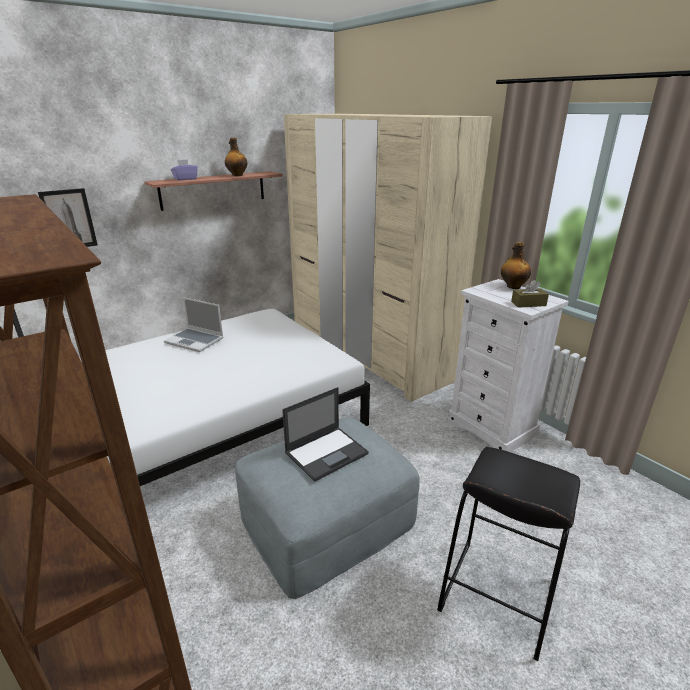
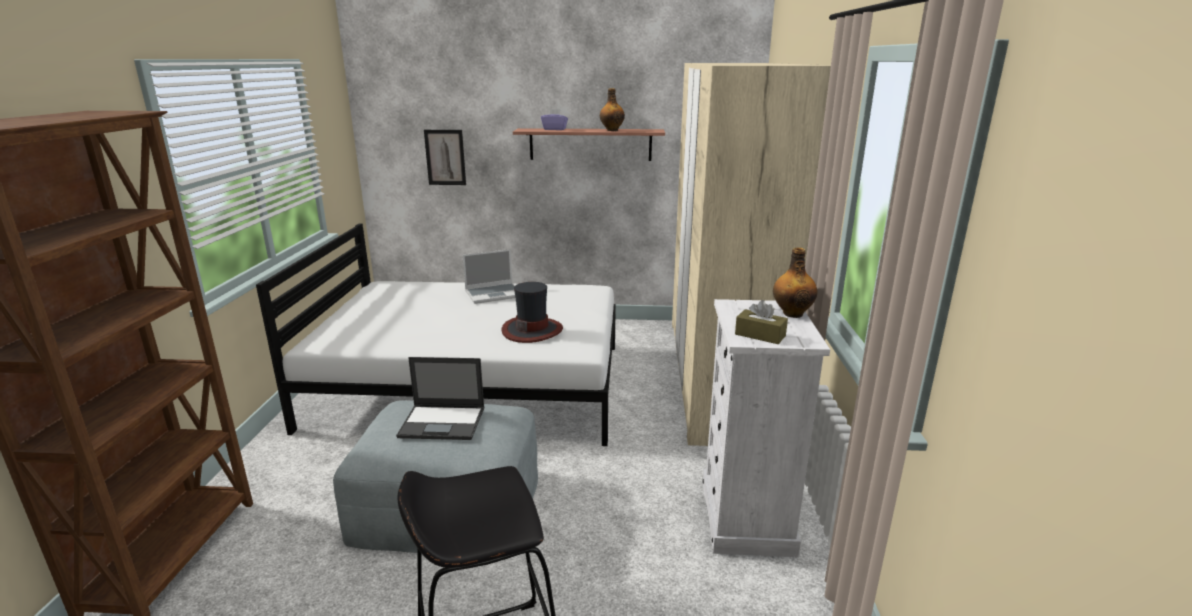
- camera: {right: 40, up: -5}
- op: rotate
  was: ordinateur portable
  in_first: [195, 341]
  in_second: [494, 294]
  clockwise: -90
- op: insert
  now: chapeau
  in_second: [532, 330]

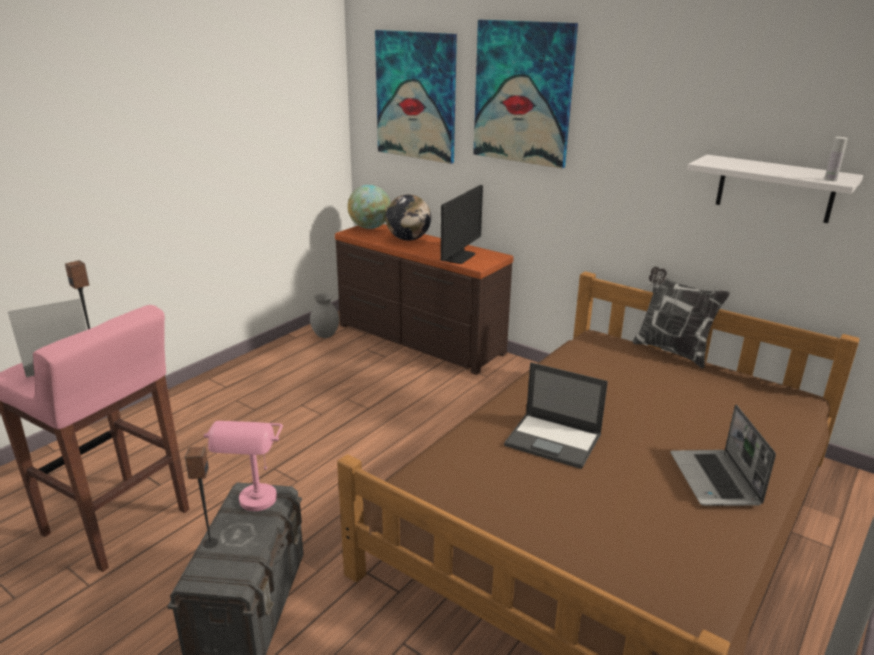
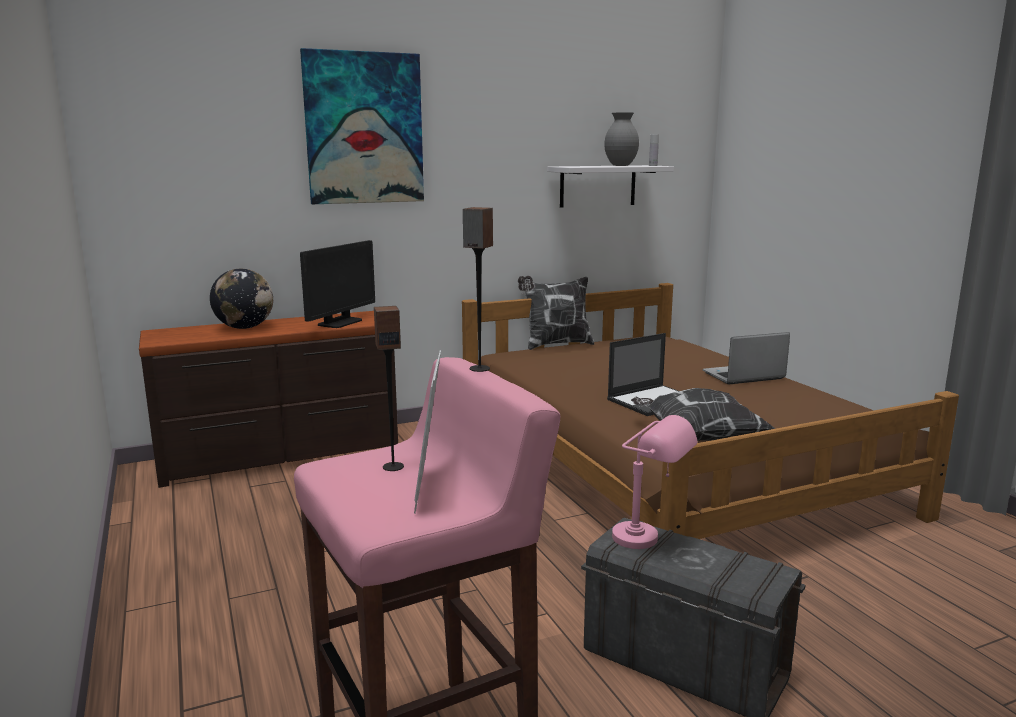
- camera: {right: -60, up: -10}
- op: move
  was: enceinte
  in_first: [210, 543]
  in_second: [479, 369]
- op: move
  was: vase [gris]
  in_first: [326, 335]
  in_second: [620, 166]
- op: delete
  was: globe
  in_first: [370, 227]
- op: delete
  was: tableau
  in_first: [416, 96]
- op: rotate
  was: écran d'ordinateur
  in_first: [458, 257]
  in_second: [340, 322]
  clockwise: 60
- op: rotate
  was: ordinateur portable
  in_first: [715, 480]
  in_second: [743, 376]
  clockwise: 135
- op: insert
  now: coussin
  in_second: [697, 437]

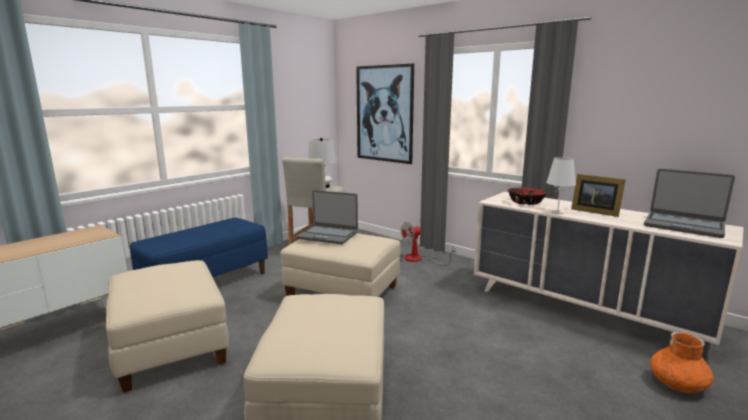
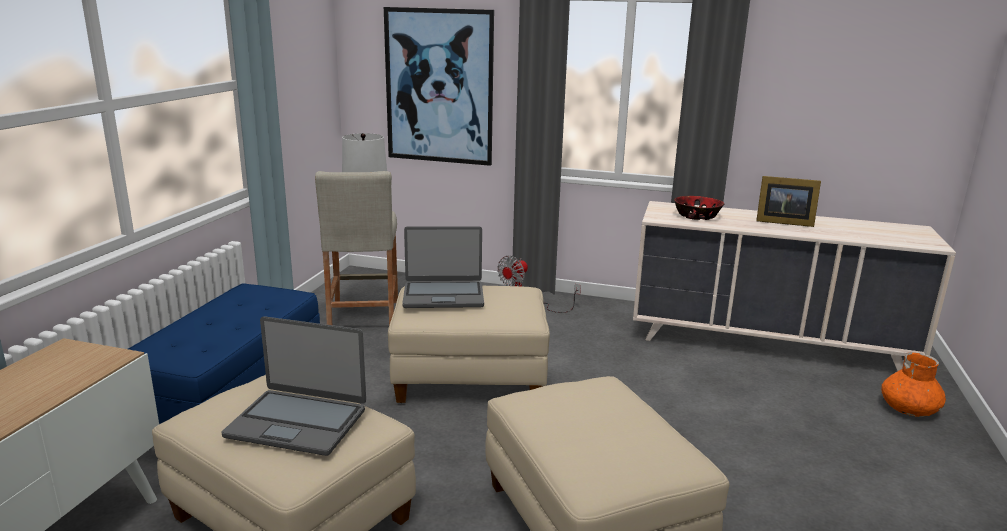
- camera: {right: -25, up: 5}
- op: delete
  was: lampe de table [blanc]
  in_first: [557, 212]
- op: move
  was: ordinateur portable
  in_first: [683, 226]
  in_second: [297, 422]

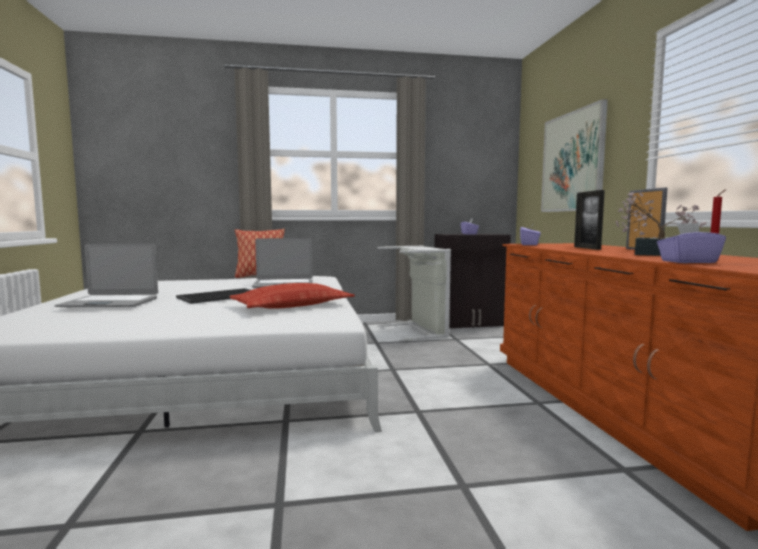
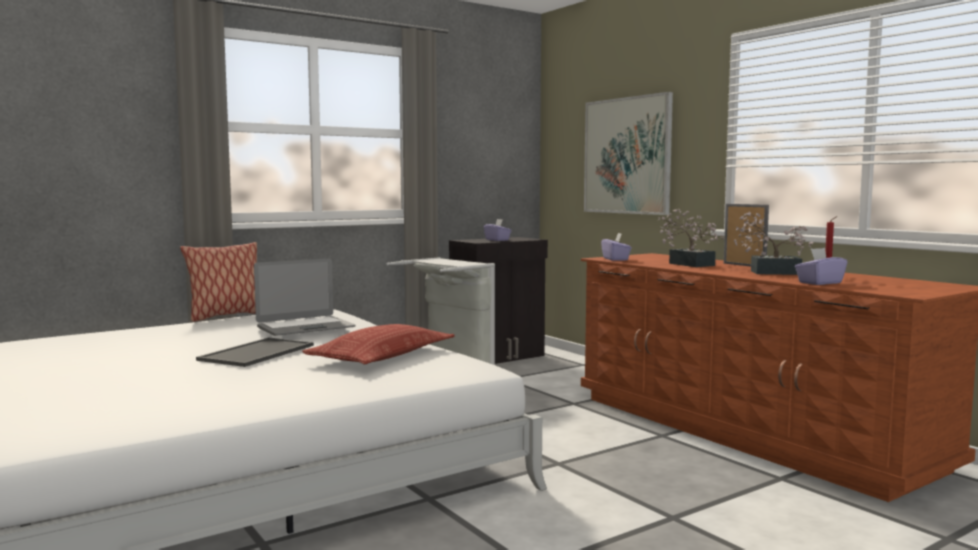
- camera: {right: -25, up: 0}
- op: delete
  was: ordinateur portable
  in_first: [110, 303]
- op: replace
  was: cadre photo
  now: plante en pot
  in_first: [587, 248]
  in_second: [688, 264]

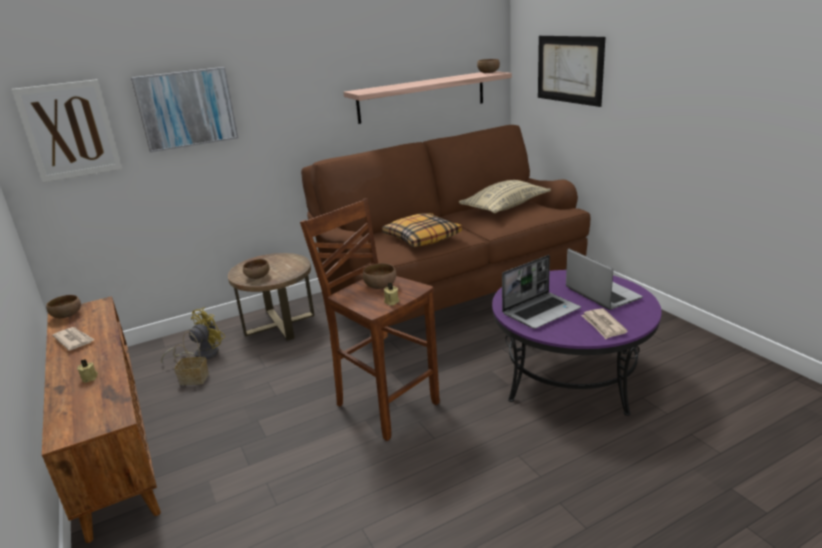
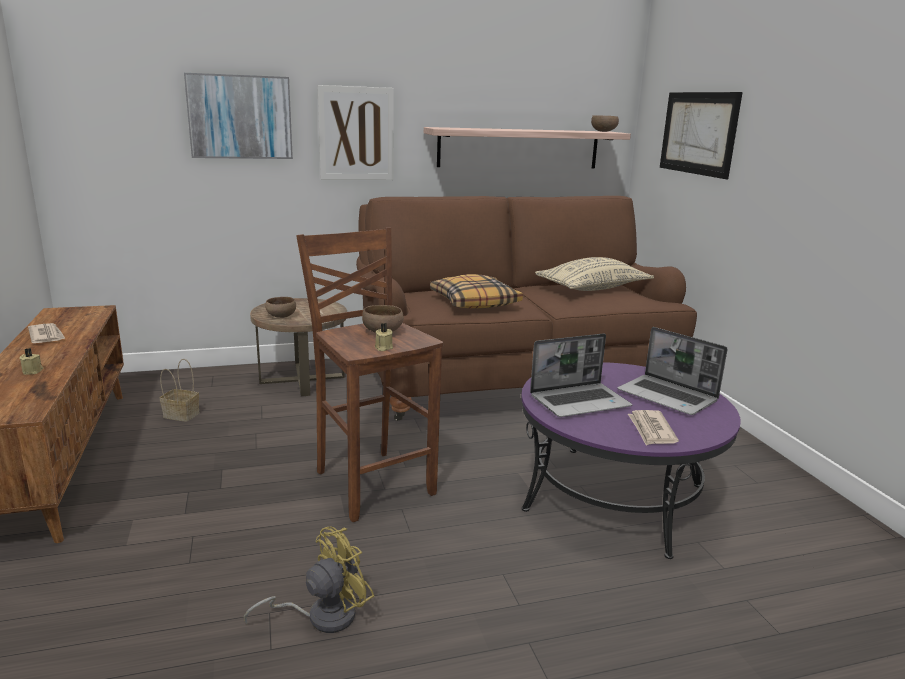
- camera: {right: 10, up: -5}
- op: move
  was: tableau
  in_first: [69, 130]
  in_second: [356, 134]
- op: delete
  was: bol [marron]
  in_first: [67, 315]
- op: move
  was: ventilateur [jaune]
  in_first: [201, 354]
  in_second: [321, 616]
- op: rotate
  was: ordinateur portable
  in_first: [601, 293]
  in_second: [668, 396]
  clockwise: 150

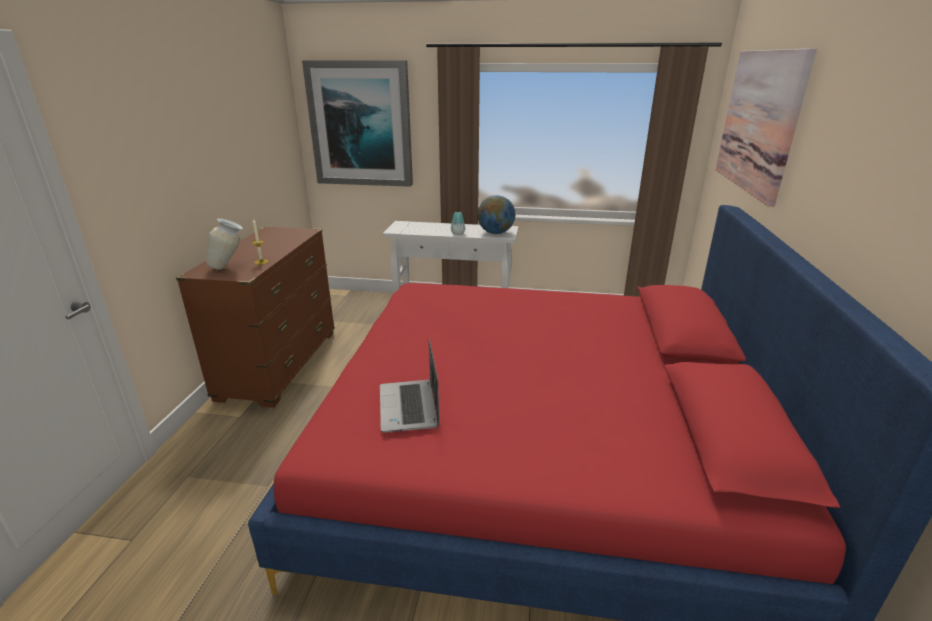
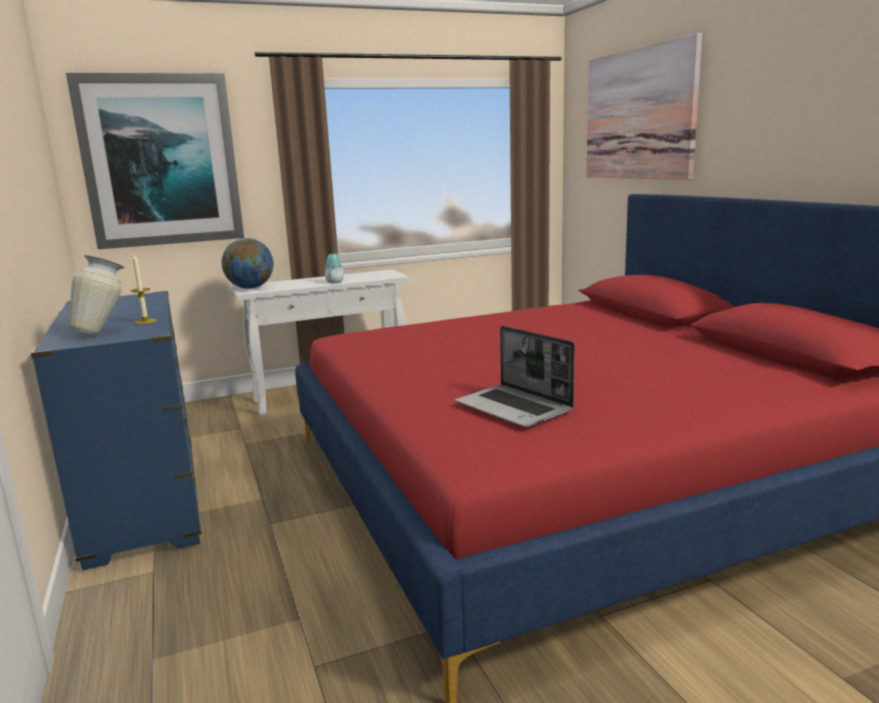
- camera: {right: -30, up: -10}
- op: recolor
  was: commode [marron]
  now: commode [bleu]
  in_first: [279, 364]
  in_second: [145, 502]
- op: move
  was: globe
  in_first: [495, 233]
  in_second: [250, 288]

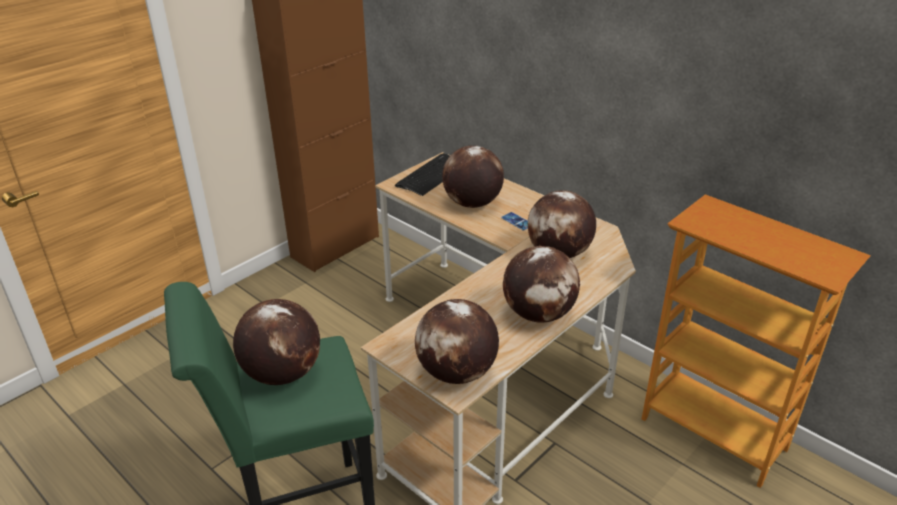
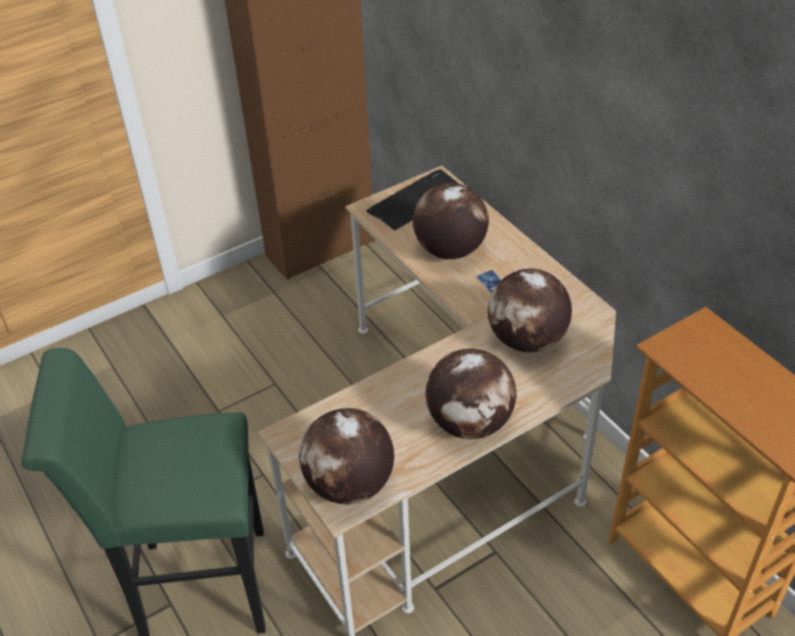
- camera: {right: 15, up: 10}
- op: delete
  was: globe
  in_first: [282, 373]

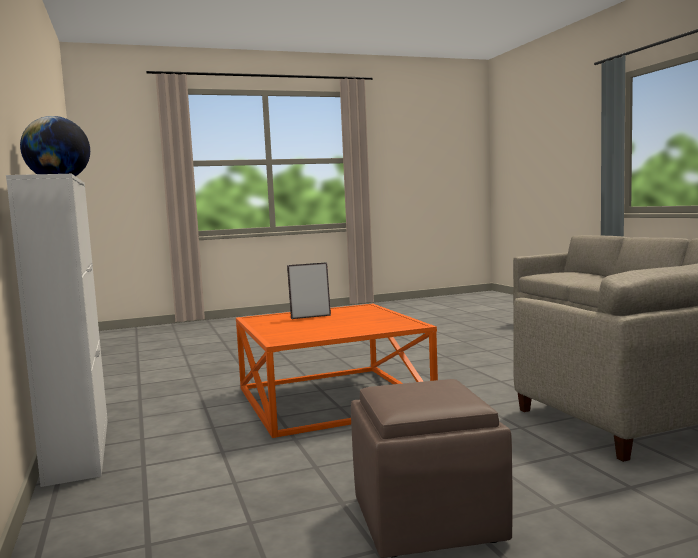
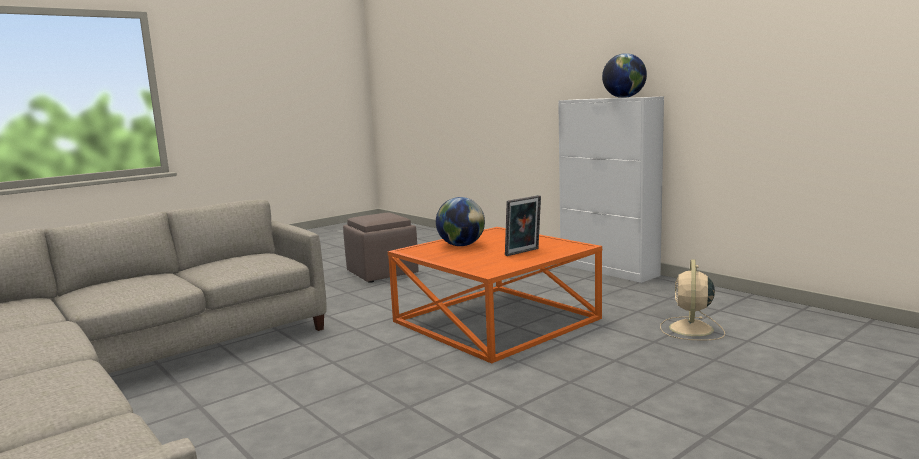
- camera: {right: 160, up: 5}
- op: insert
  now: globe
  in_second: [461, 245]
- op: insert
  now: ventilateur [beige]
  in_second: [691, 329]

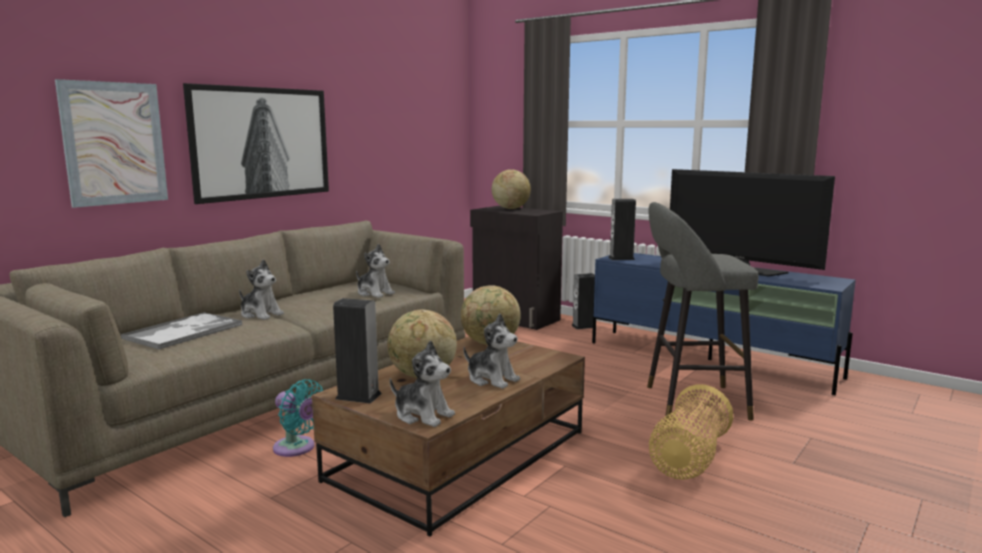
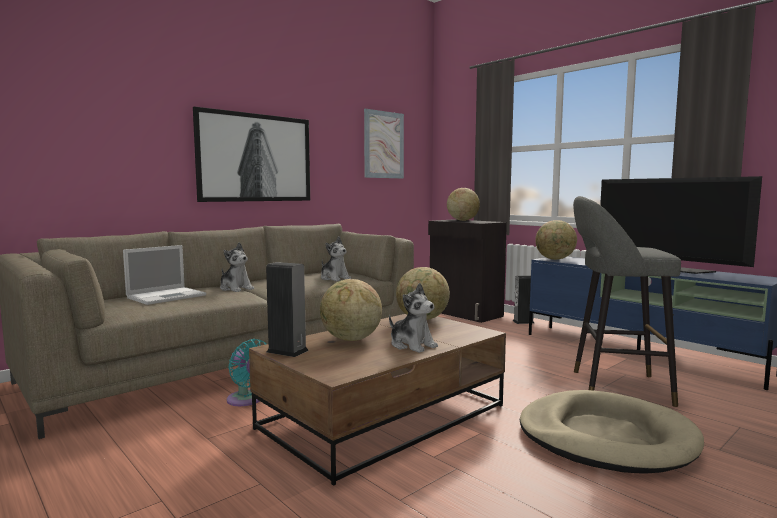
- camera: {right: 10, up: -5}
- op: move
  was: tableau
  in_first: [114, 143]
  in_second: [383, 145]
- op: replace
  was: plateau
  now: ordinateur portable
  in_first: [184, 331]
  in_second: [168, 296]
- op: delete
  was: peluche
  in_first: [423, 415]
- op: replace
  was: enceinte
  now: globe
  in_first: [621, 258]
  in_second: [555, 259]
- op: replace
  was: panier
  now: panier pour chien [beige]
  in_first: [688, 460]
  in_second: [605, 437]

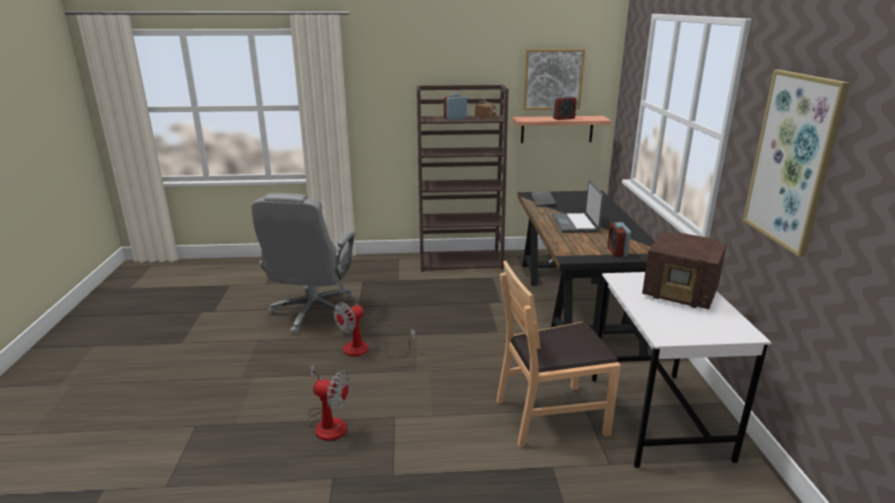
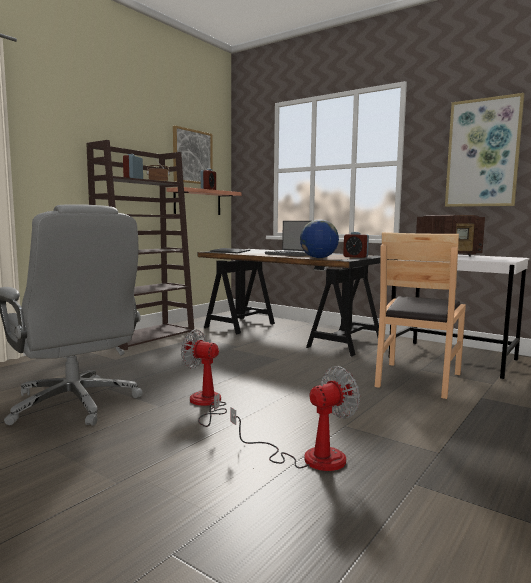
- camera: {right: -50, up: -15}
- op: rotate
  was: ventilateur
  in_first: [365, 350]
  in_second: [206, 404]
  clockwise: 120
- op: insert
  now: globe
  in_second: [318, 258]

